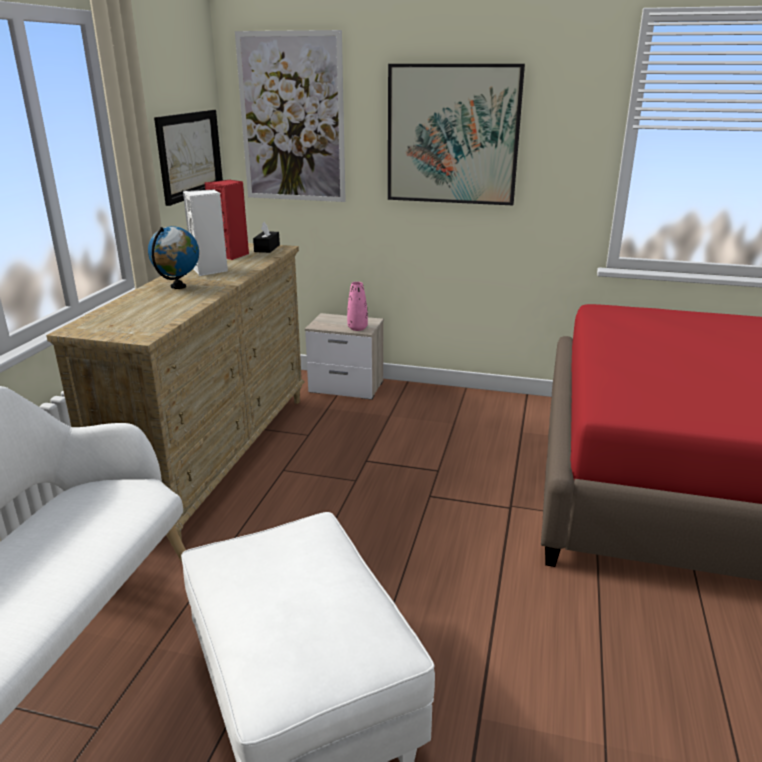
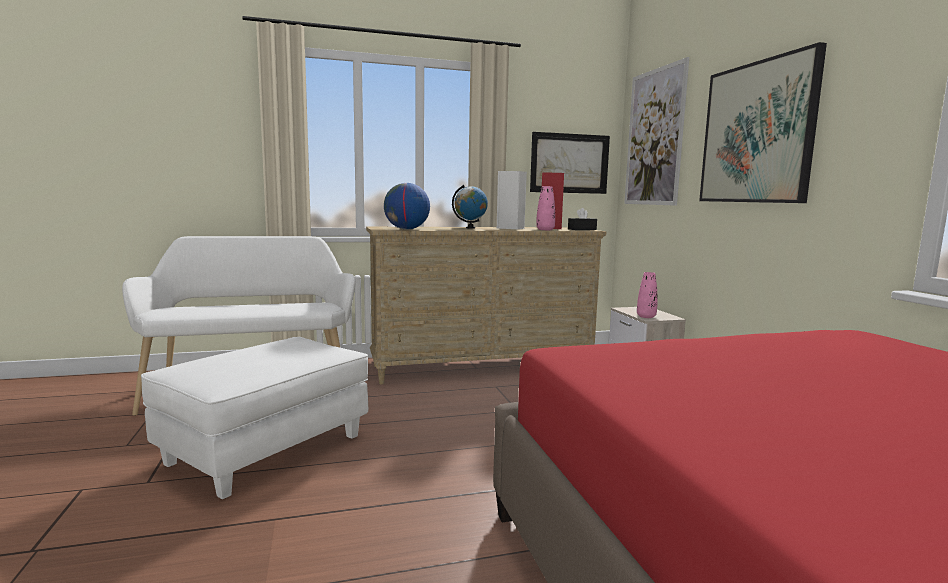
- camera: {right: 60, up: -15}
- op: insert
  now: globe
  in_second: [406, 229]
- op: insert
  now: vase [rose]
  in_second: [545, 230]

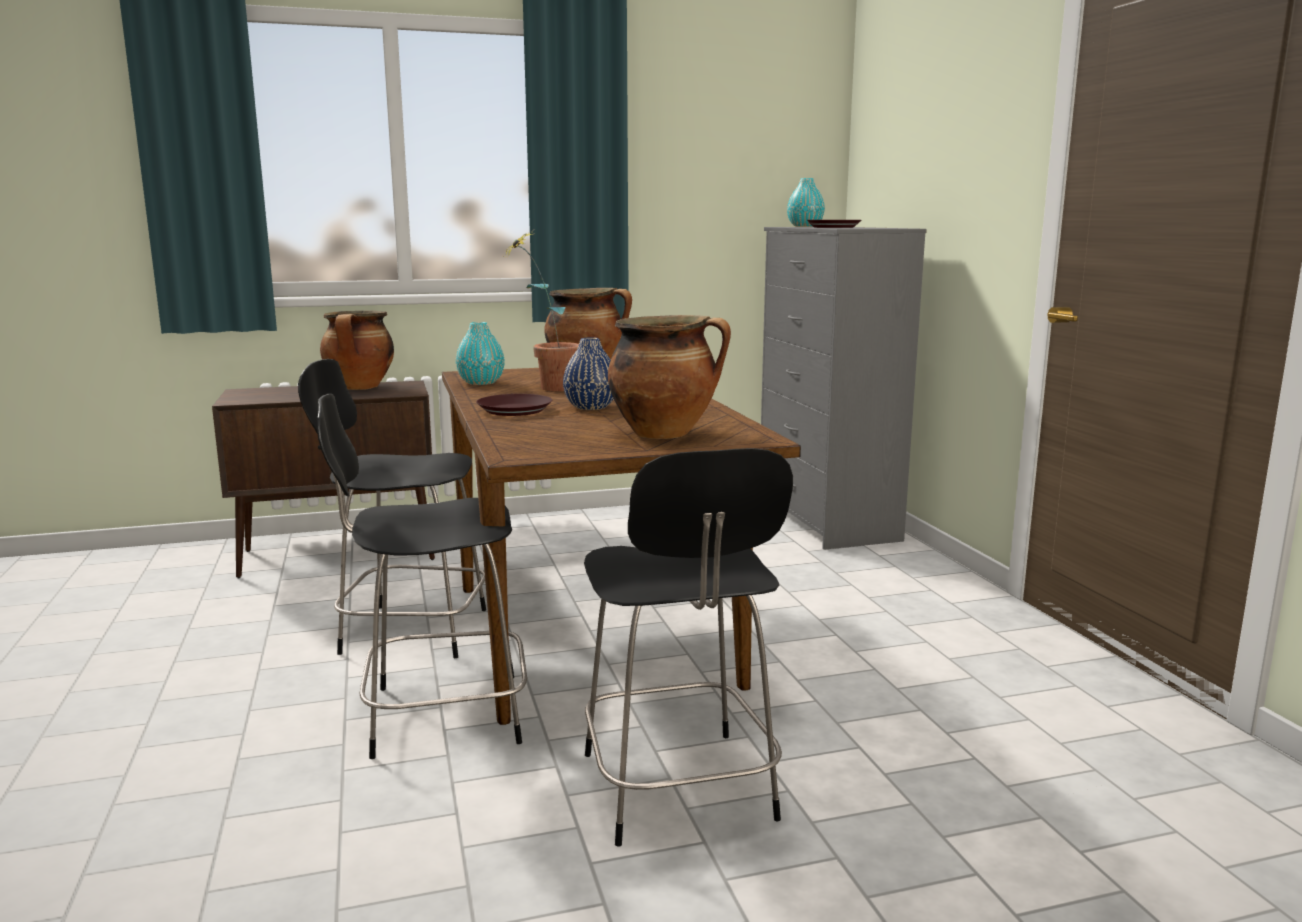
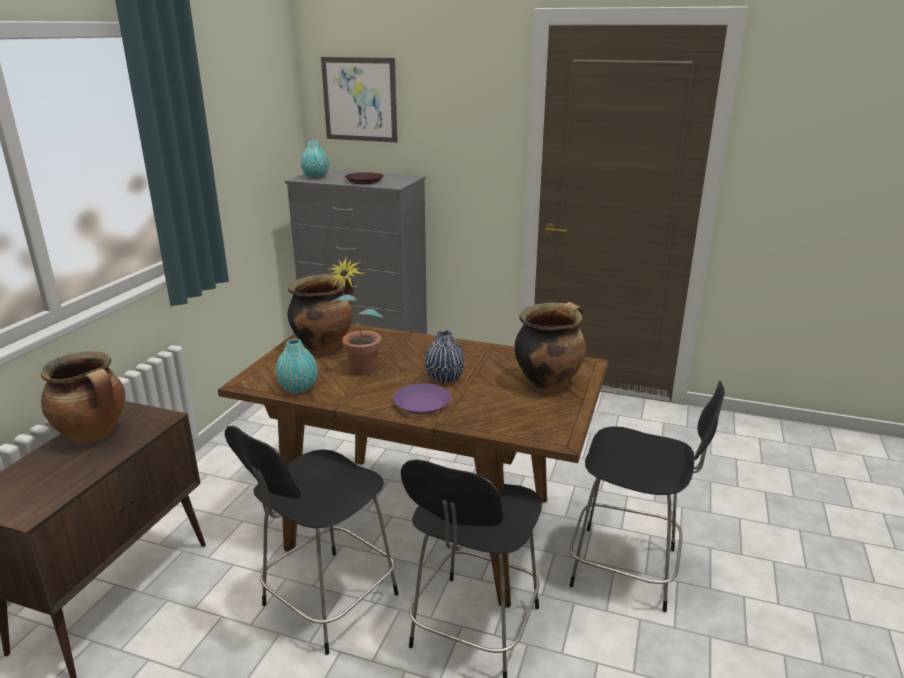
- camera: {right: -55, up: 10}
- op: recolor
  was: assiette [marron]
  now: assiette [violet]
  in_first: [515, 410]
  in_second: [422, 404]
- op: insert
  now: tableau
  in_second: [359, 99]

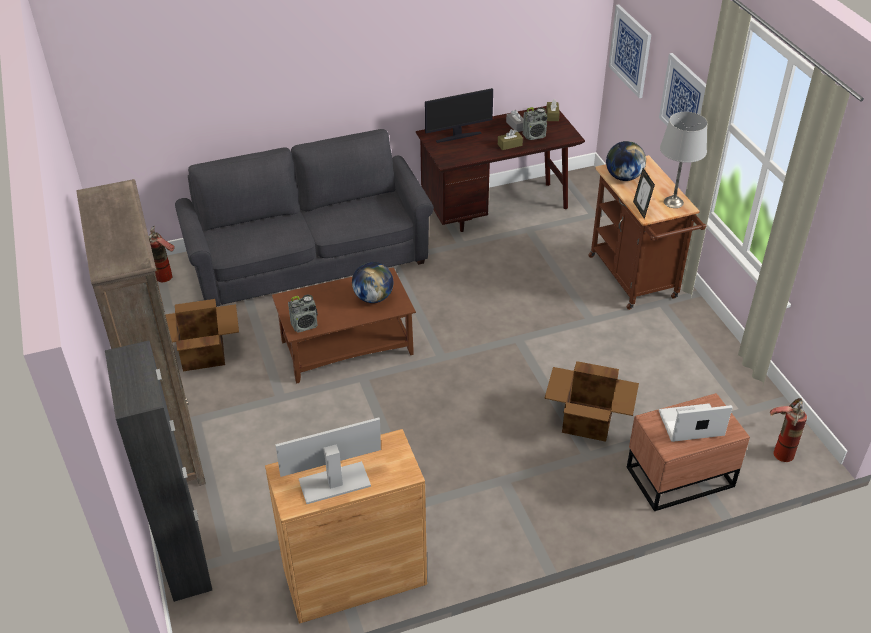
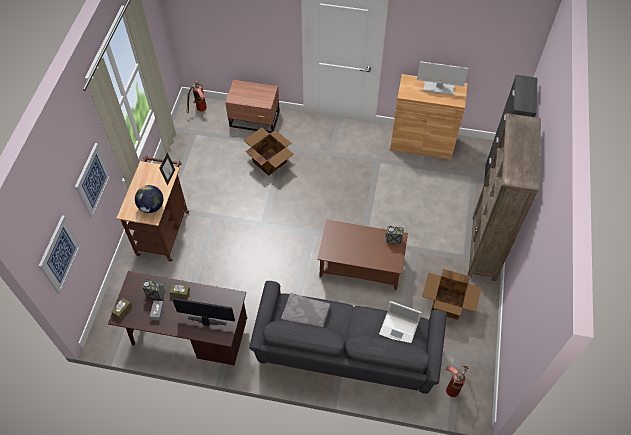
- camera: {right: -150, up: 15}
- op: delete
  was: globe
  in_first: [373, 298]
- op: move
  was: ordinateur portable
  in_first: [689, 424]
  in_second: [399, 329]
- op: delete
  was: lampe de table [gris]
  in_first: [673, 202]
- op: insert
  now: coussin [gris]
  in_second: [305, 315]

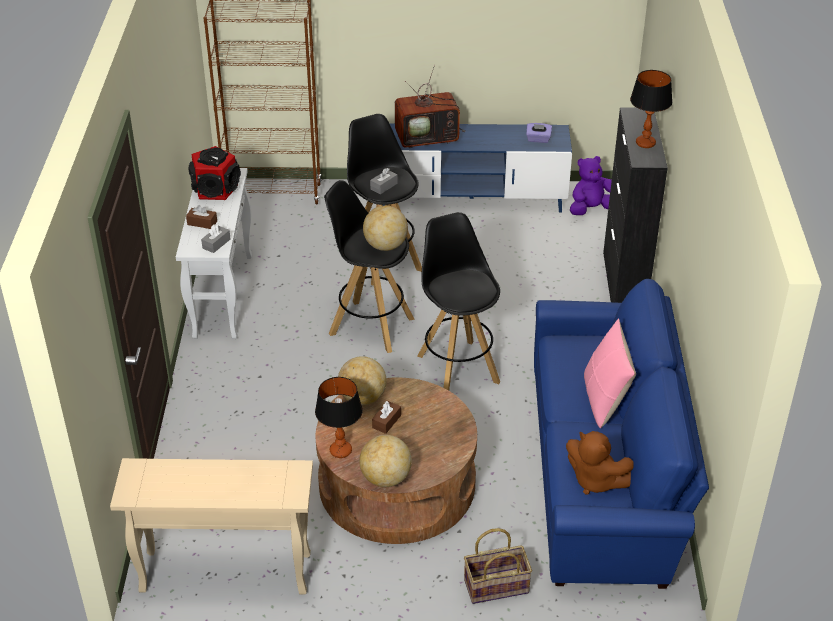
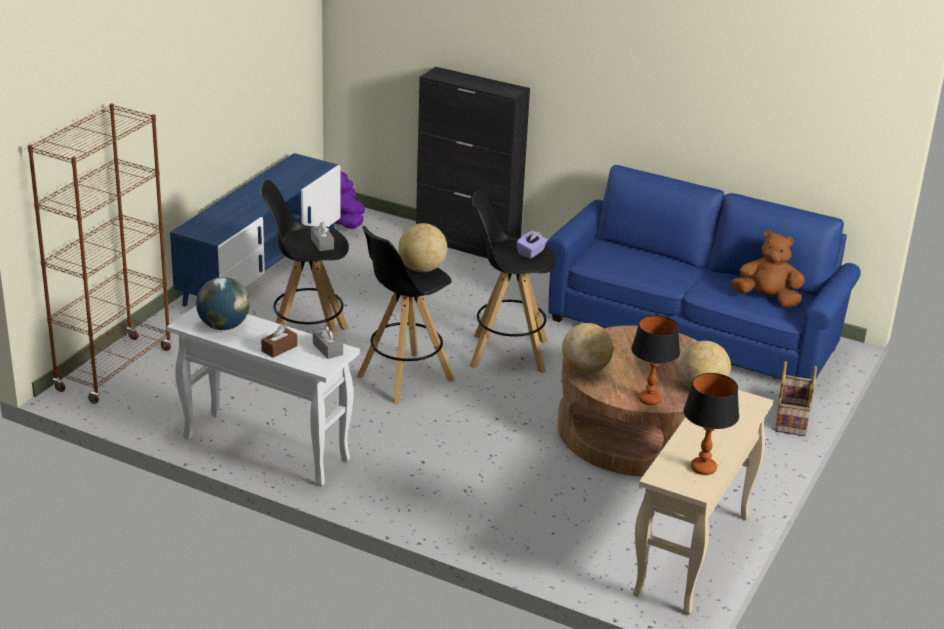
- camera: {right: -65, up: -10}
- op: replace
  was: enceinte
  now: globe
  in_first: [215, 189]
  in_second: [223, 326]
- op: delete
  was: boîte à mouchoirs [marron]
  in_first: [386, 421]
- op: delete
  was: téléviseur
  in_first: [428, 137]
- op: move
  was: boîte à mouchoirs [violet]
  in_first: [538, 139]
  in_second: [531, 252]
- op: rotate
  was: peluche [marron]
  in_first: [596, 480]
  in_second: [767, 299]
  clockwise: -135
- op: delete
  was: coussin [rose]
  in_first: [604, 400]
- op: move
  was: lampe de table
  in_first: [645, 143]
  in_second: [703, 468]

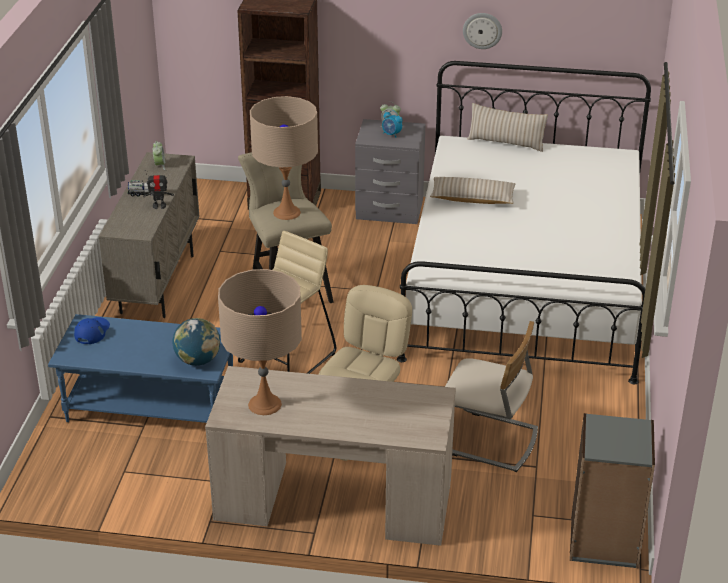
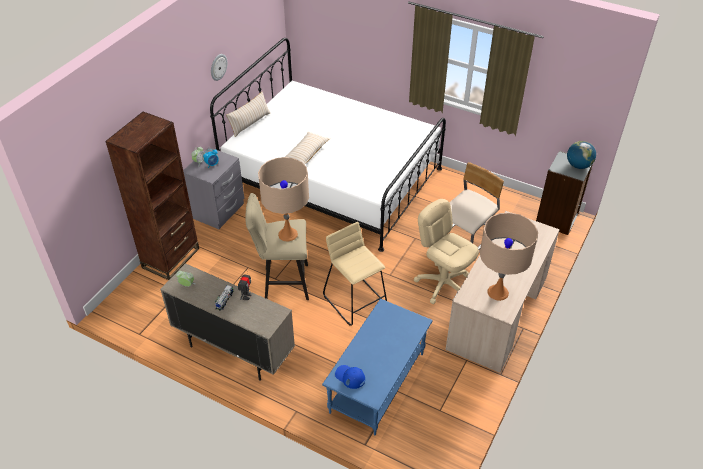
- camera: {right: -70, up: 10}
- op: move
  was: globe
  in_first: [198, 360]
  in_second: [578, 165]

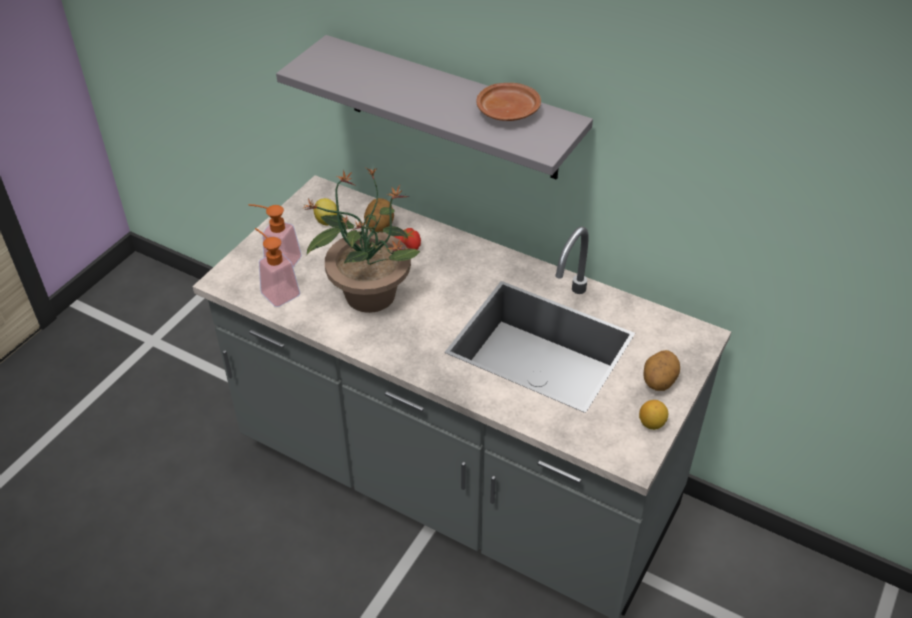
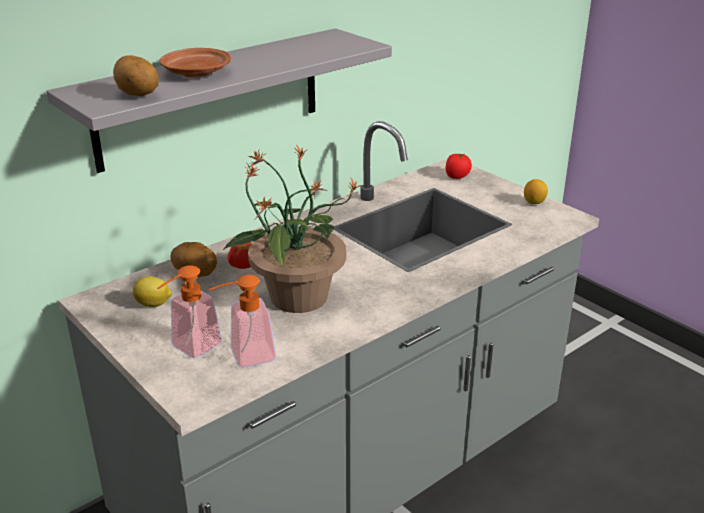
- camera: {right: -70, up: -15}
- op: move
  was: assiette [marron]
  in_first: [508, 111]
  in_second: [196, 73]
- op: move
  was: pomme de terre
  in_first: [658, 381]
  in_second: [137, 95]
- op: insert
  now: tomate
  in_second: [457, 176]

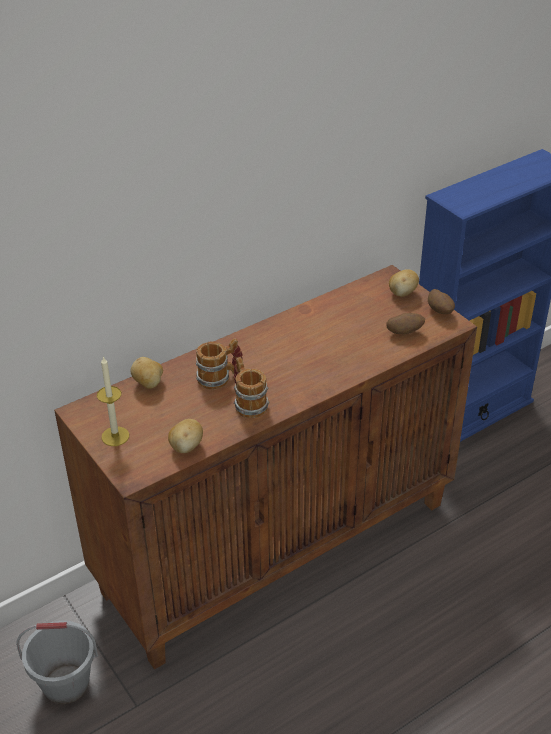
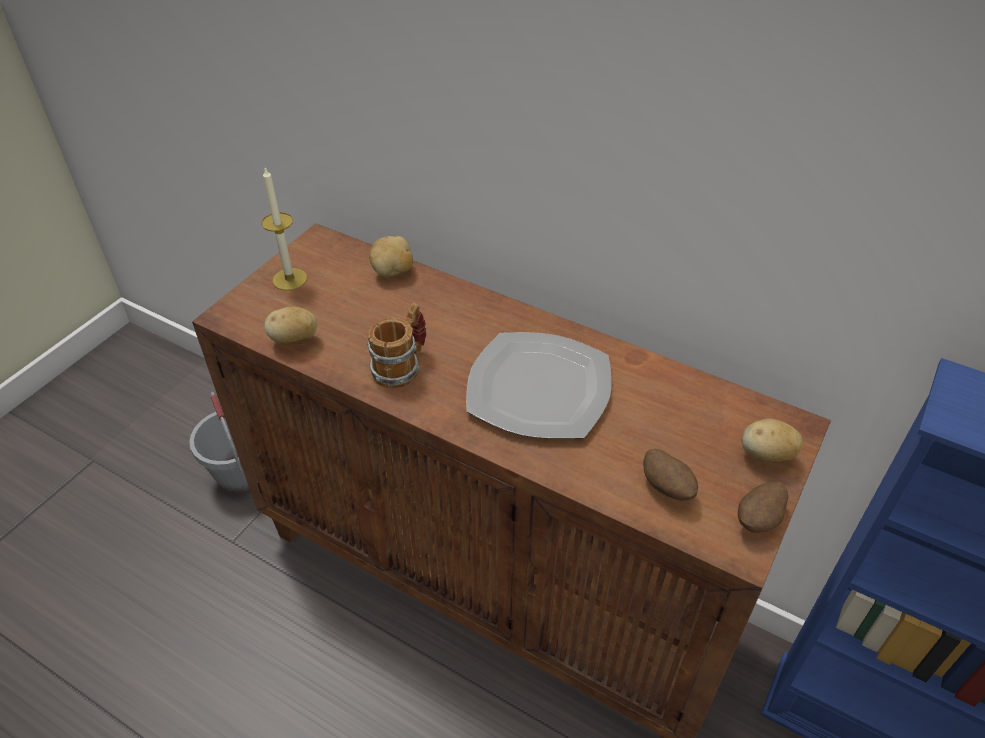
- camera: {right: 65, up: 5}
- op: delete
  was: mug
  in_first: [220, 378]
- op: insert
  now: assiette
  in_second: [537, 389]

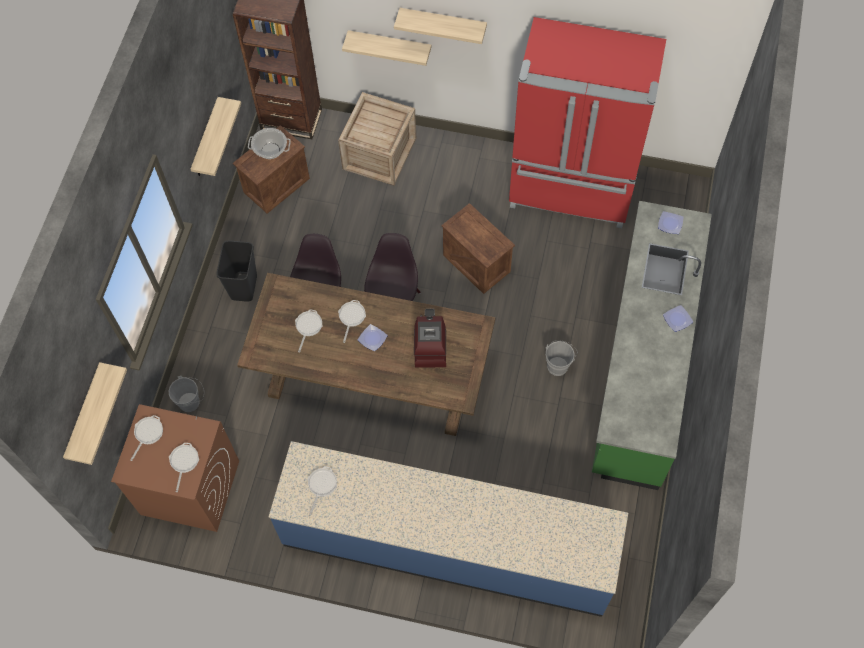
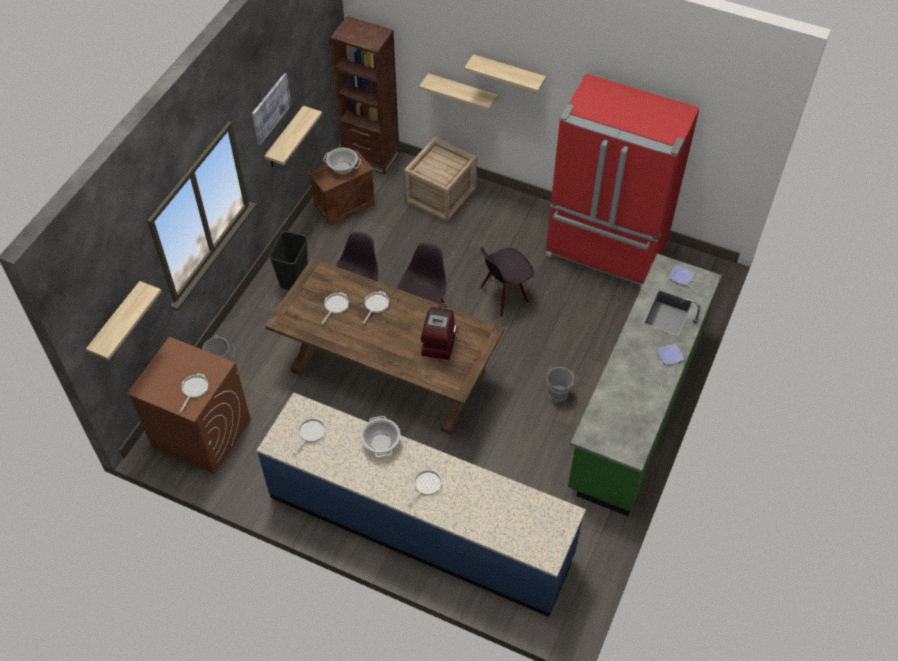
- camera: {right: 10, up: -10}
- op: move
  was: poêle
  in_first: [147, 433]
  in_second: [426, 485]
- op: delete
  was: assiette
  in_first: [373, 338]
- op: replace
  was: caisse
  now: chaise [noir]
  in_first: [475, 263]
  in_second: [504, 296]
- op: insert
  now: tableau
  in_second: [270, 108]
- op: insert
  now: marmite
  in_second: [381, 443]

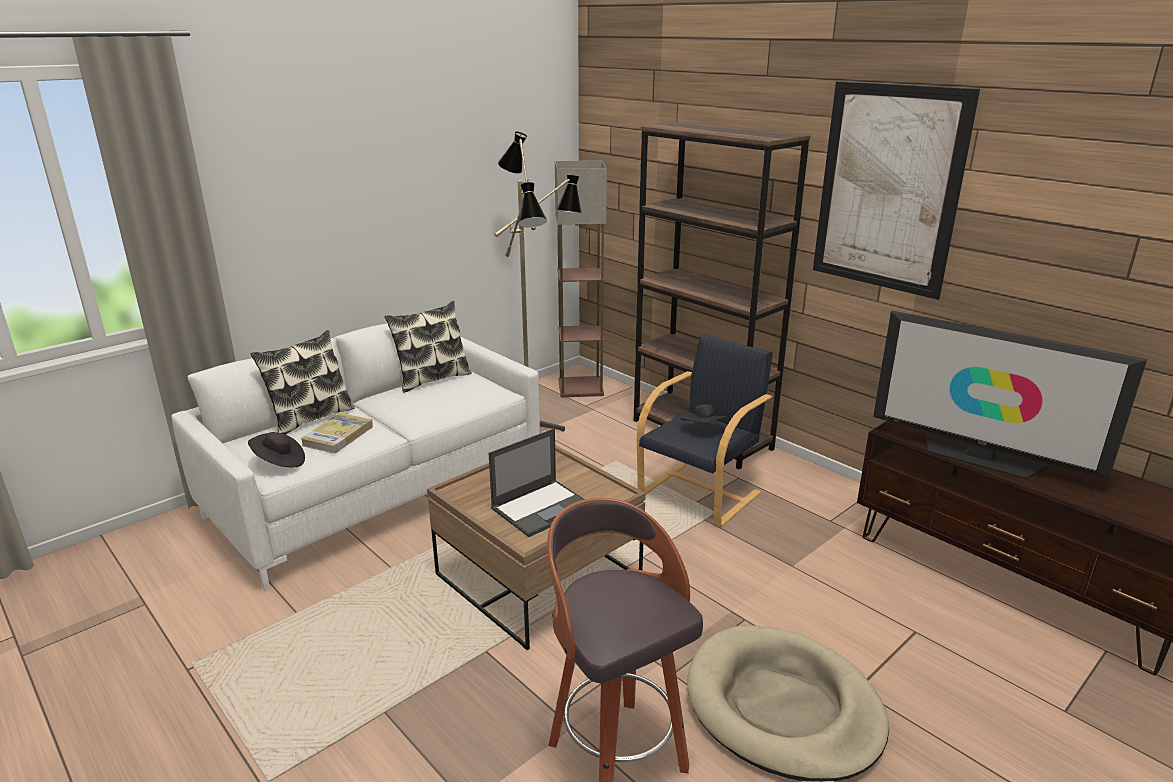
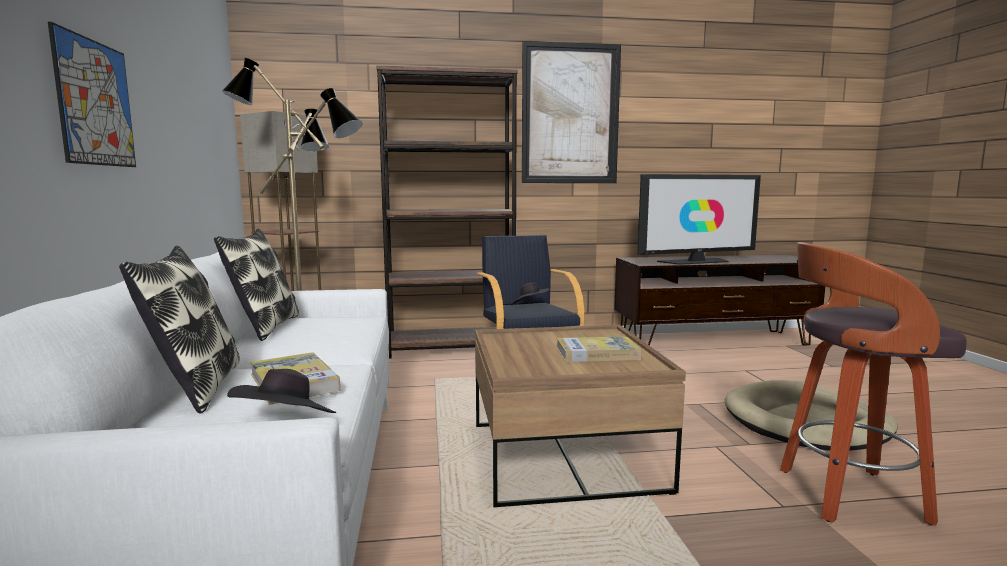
- camera: {right: -55, up: -15}
- op: replace
  was: ordinateur portable
  now: livre
  in_first: [542, 507]
  in_second: [597, 353]
- op: insert
  now: tableau
  in_second: [95, 103]

